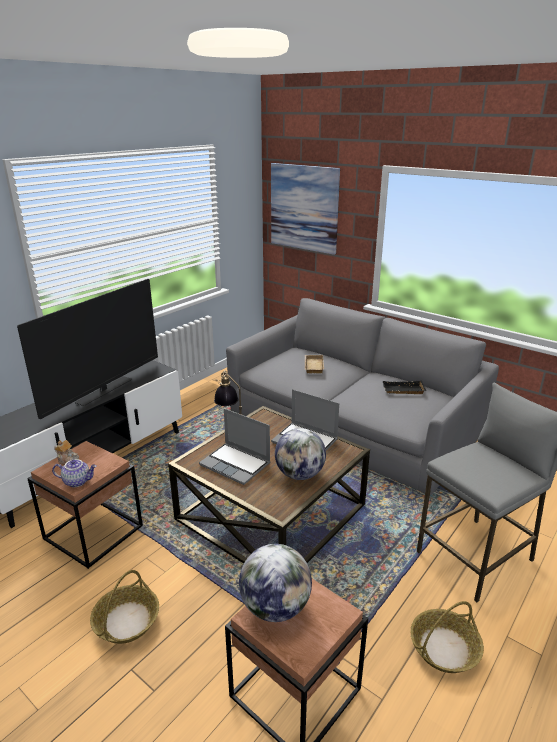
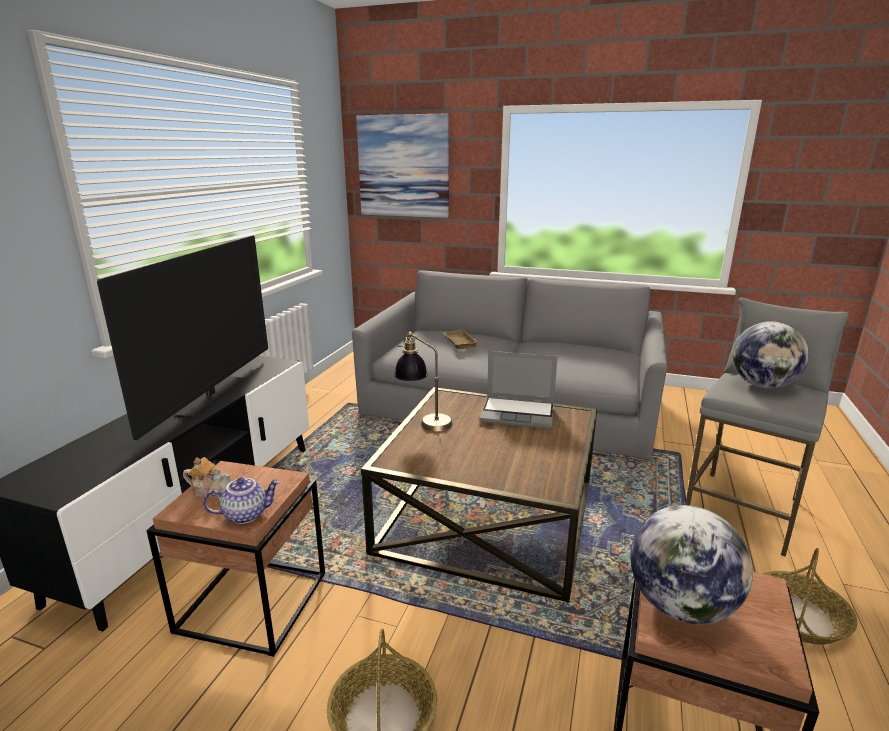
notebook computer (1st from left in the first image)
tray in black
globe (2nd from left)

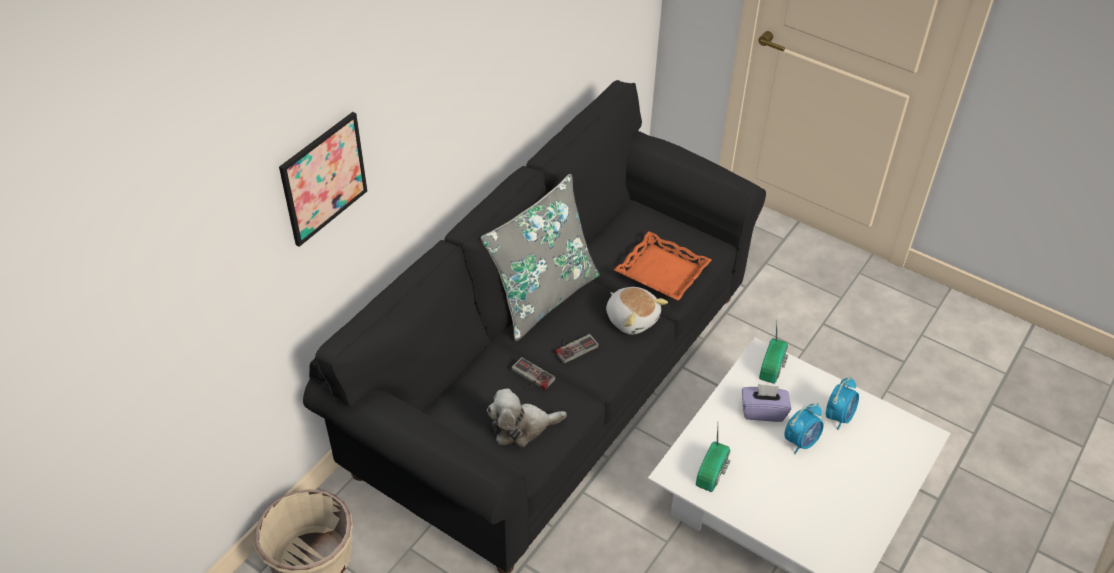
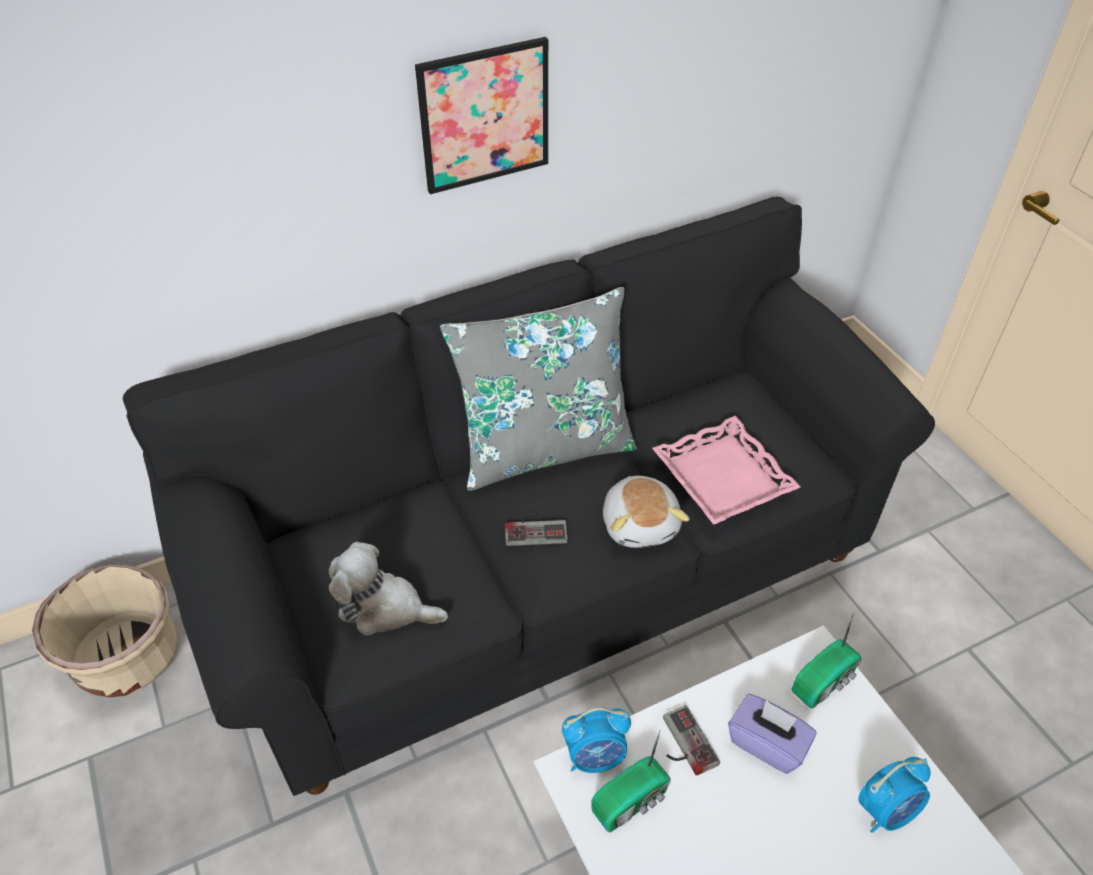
picture
game controller (2nd from left)
alarm clock (1st from left)
tray in pink

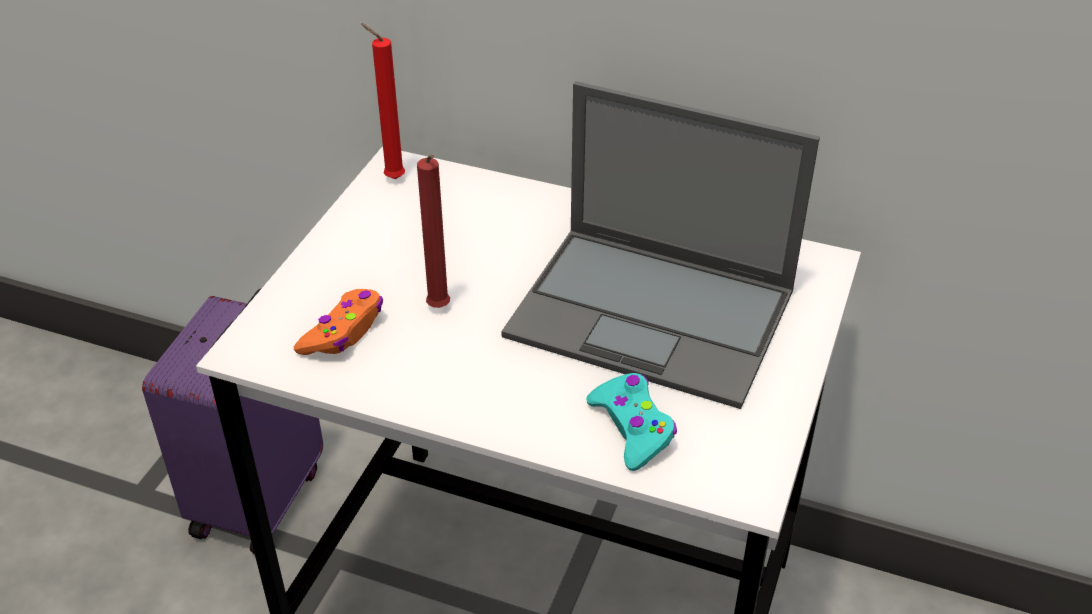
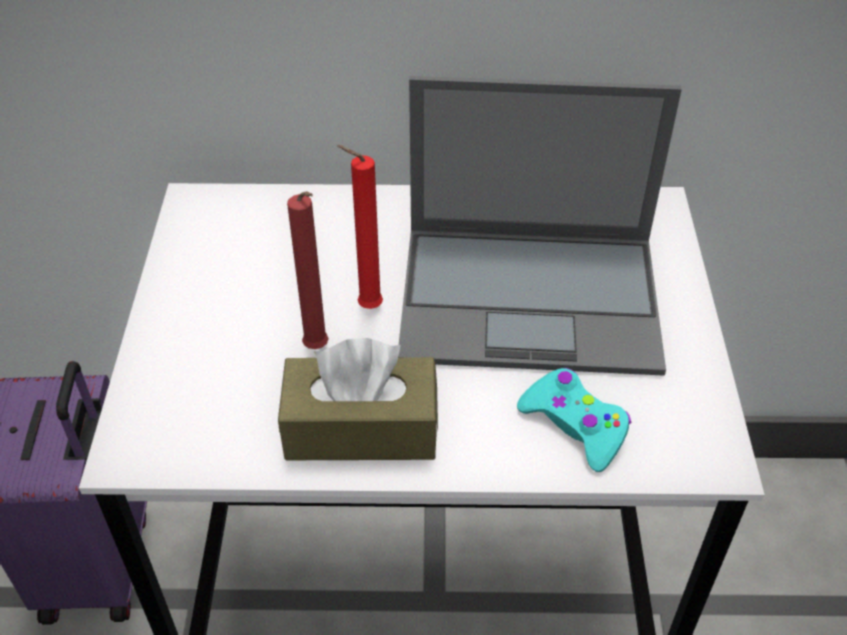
game controller in orange
tissue holder in brown-coloured
candle in red-coloured (2nd from left)

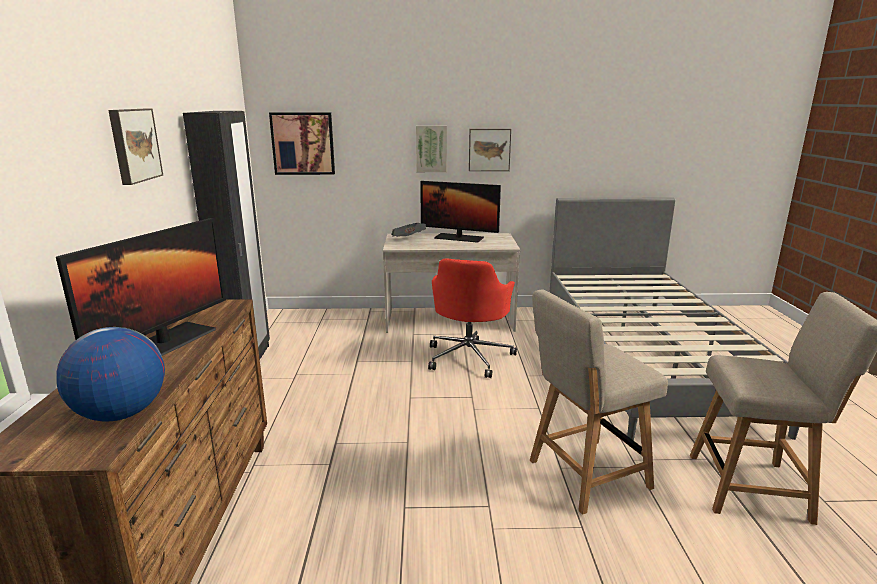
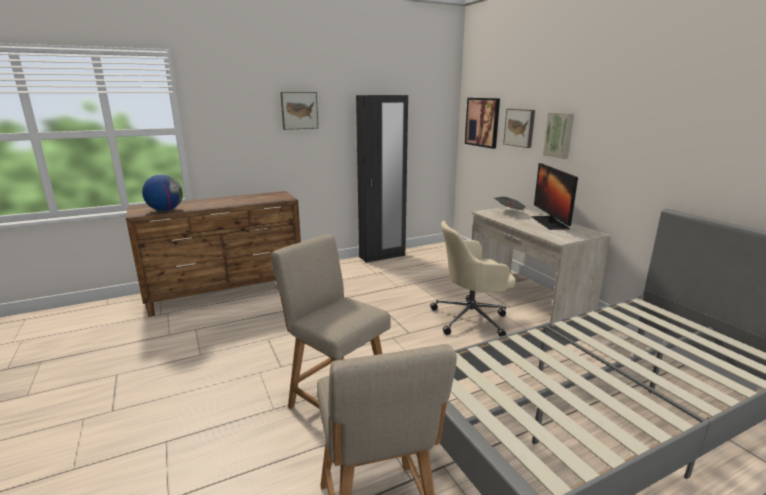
computer screen (1st from left in the first image)
picture (3rd from left)
desk chair in sand-coloured

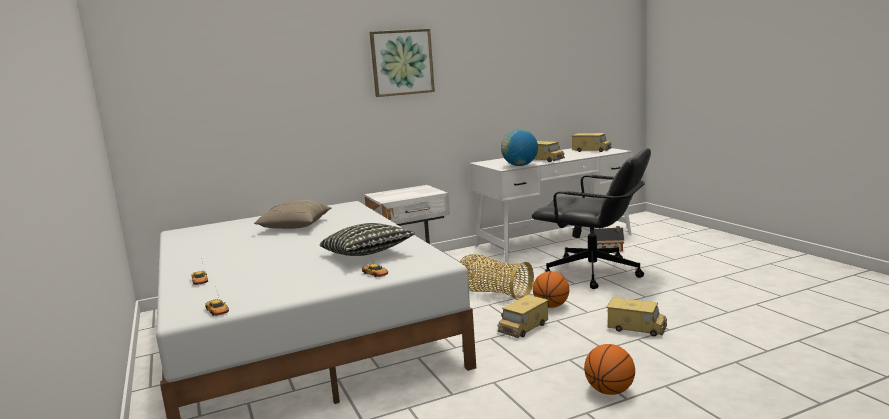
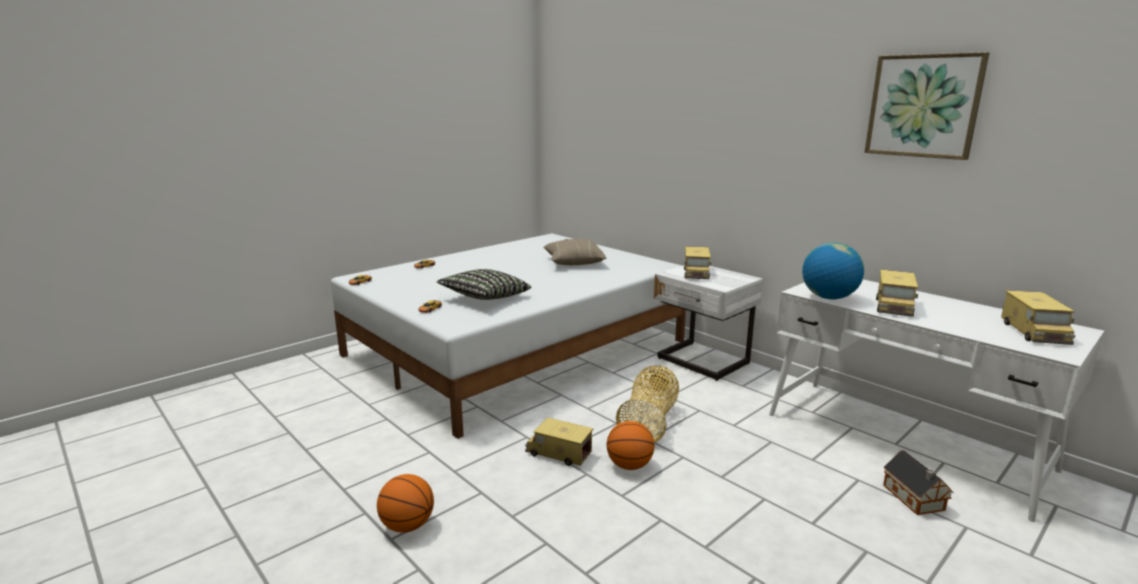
desk chair in black
picture
toy truck (2nd from left)

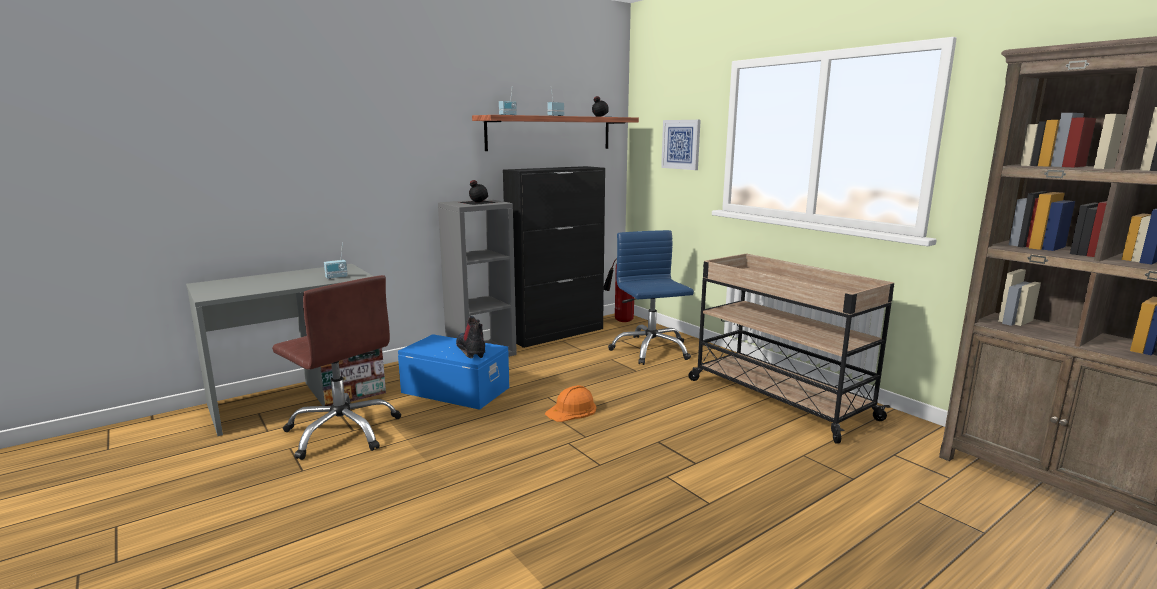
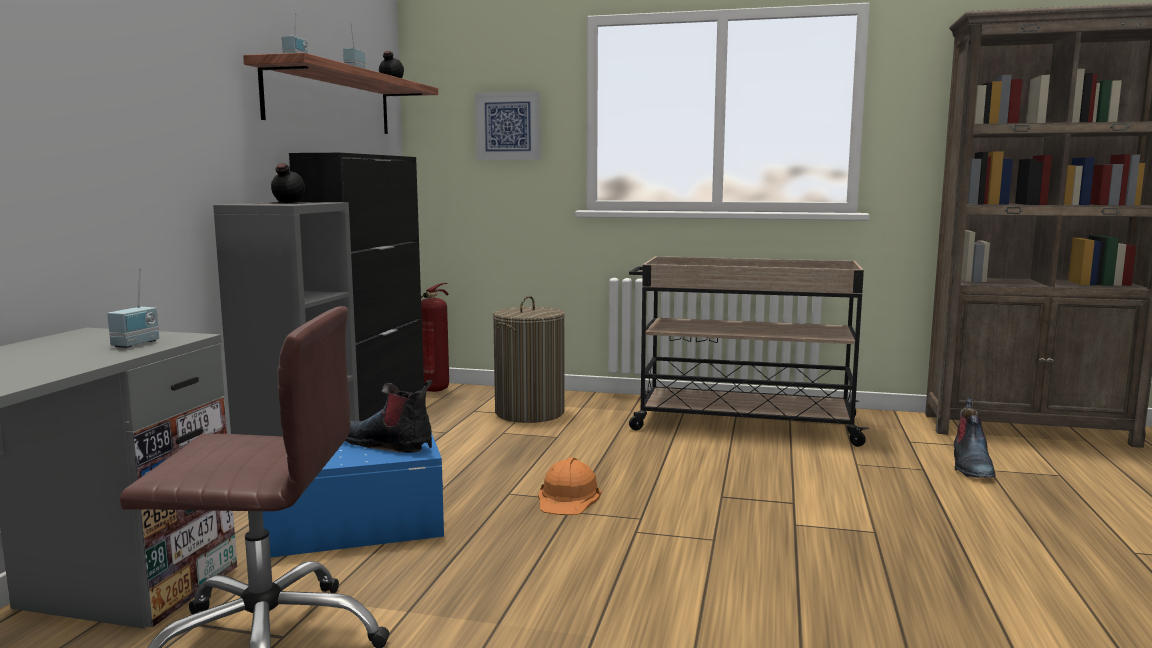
tall boot (2nd from left)
washing basket

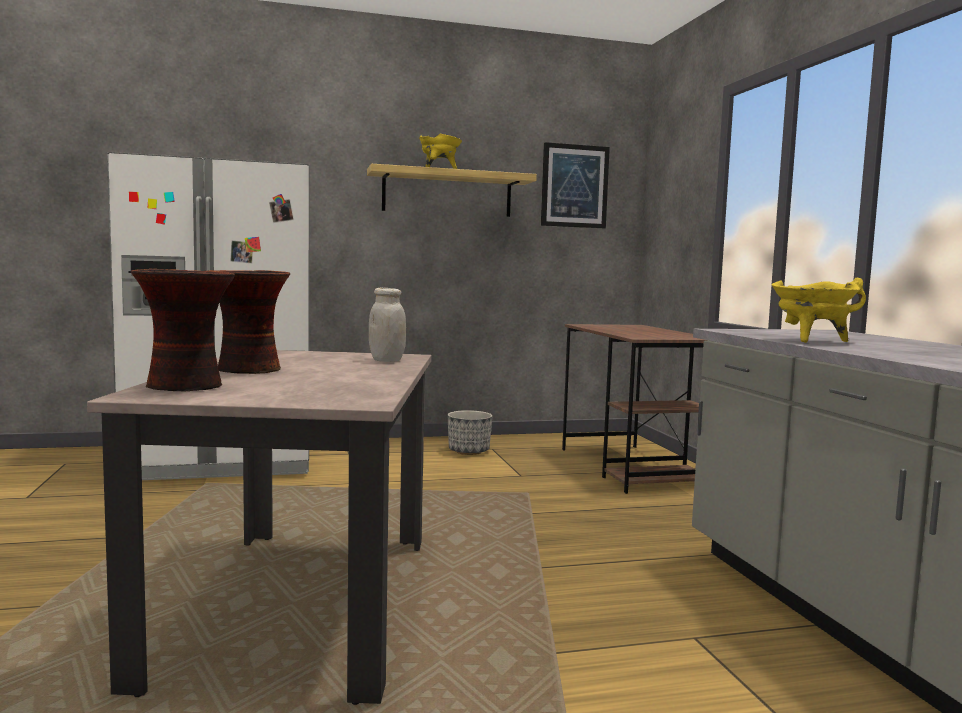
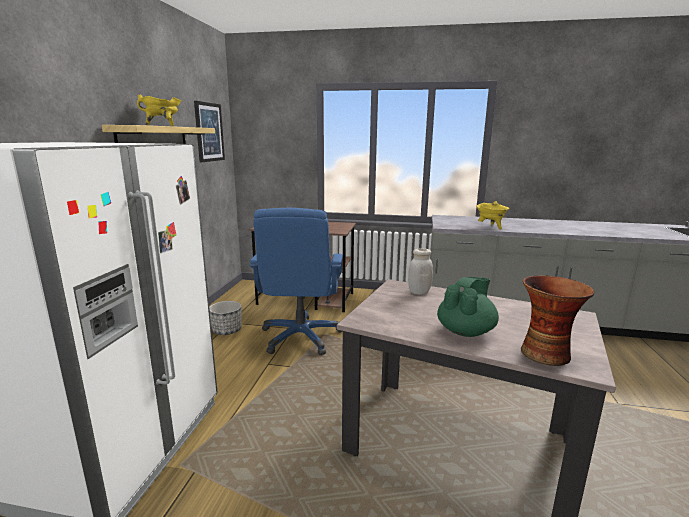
desk chair in blue
pot for tea in greenish

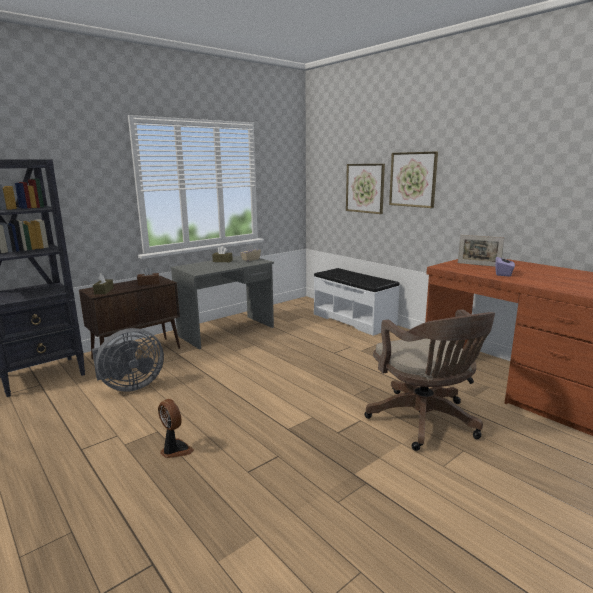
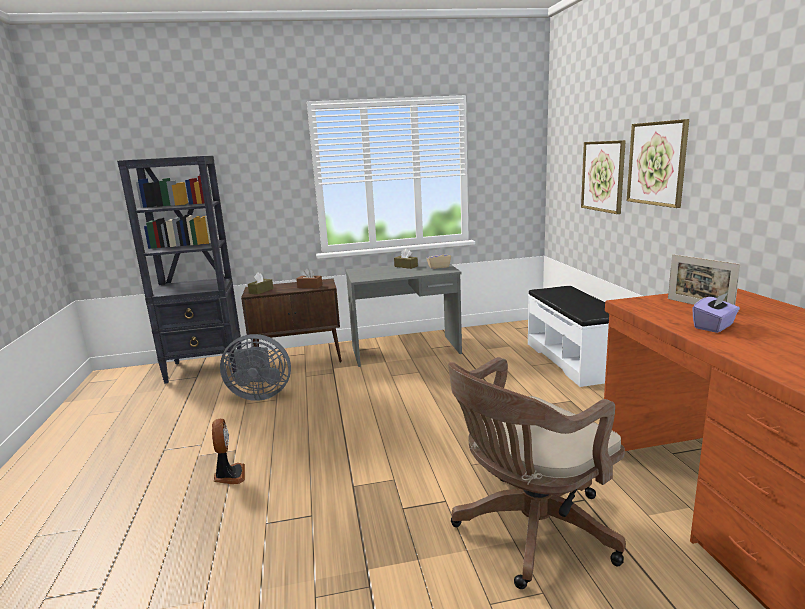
desk chair in brown-coloured

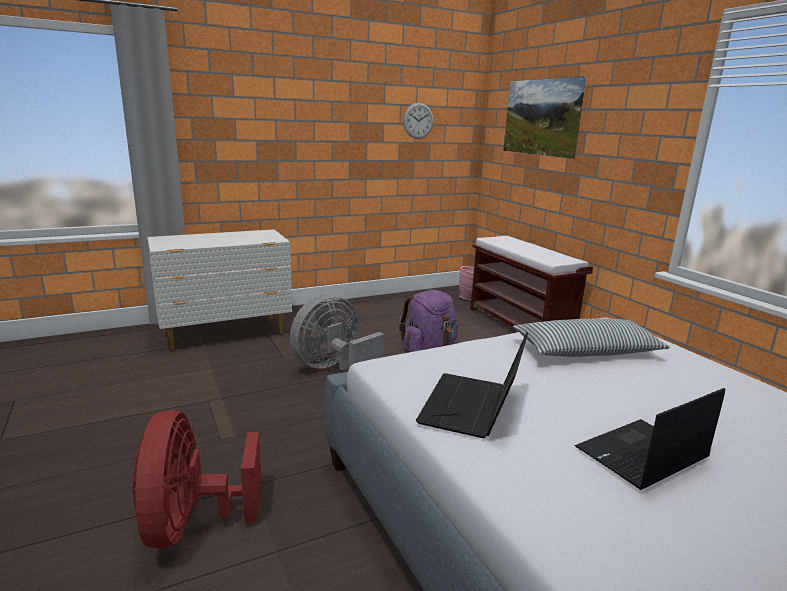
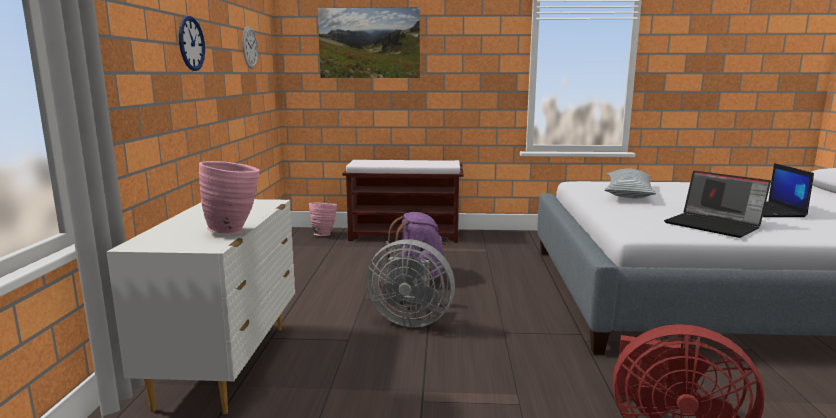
clock on the wall (1st from left)
flower vase in pink (1st from left)
electric fan in greyish

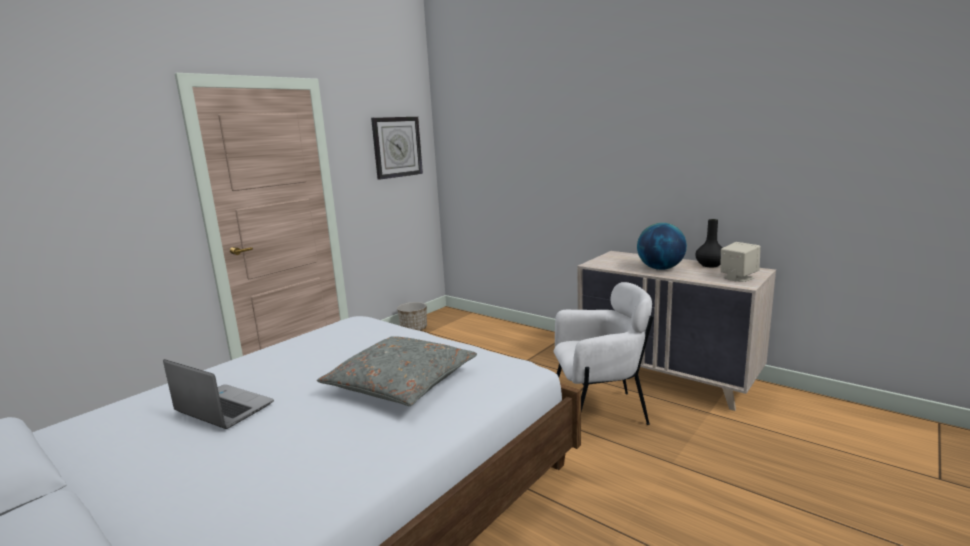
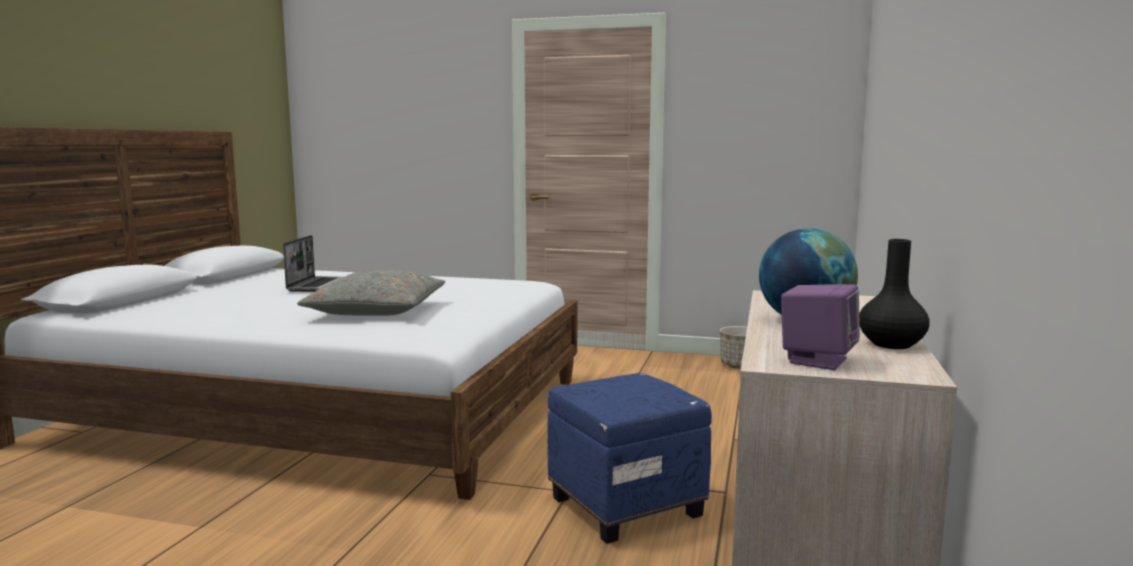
clock on the wall
pouffe in blue
speaker in purple-coloured

